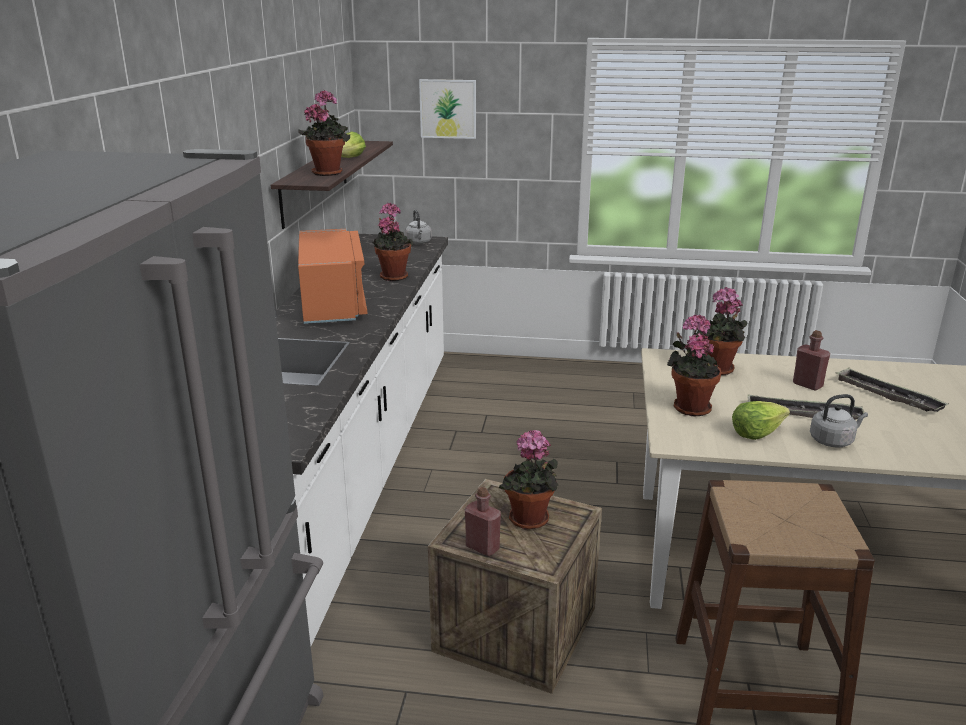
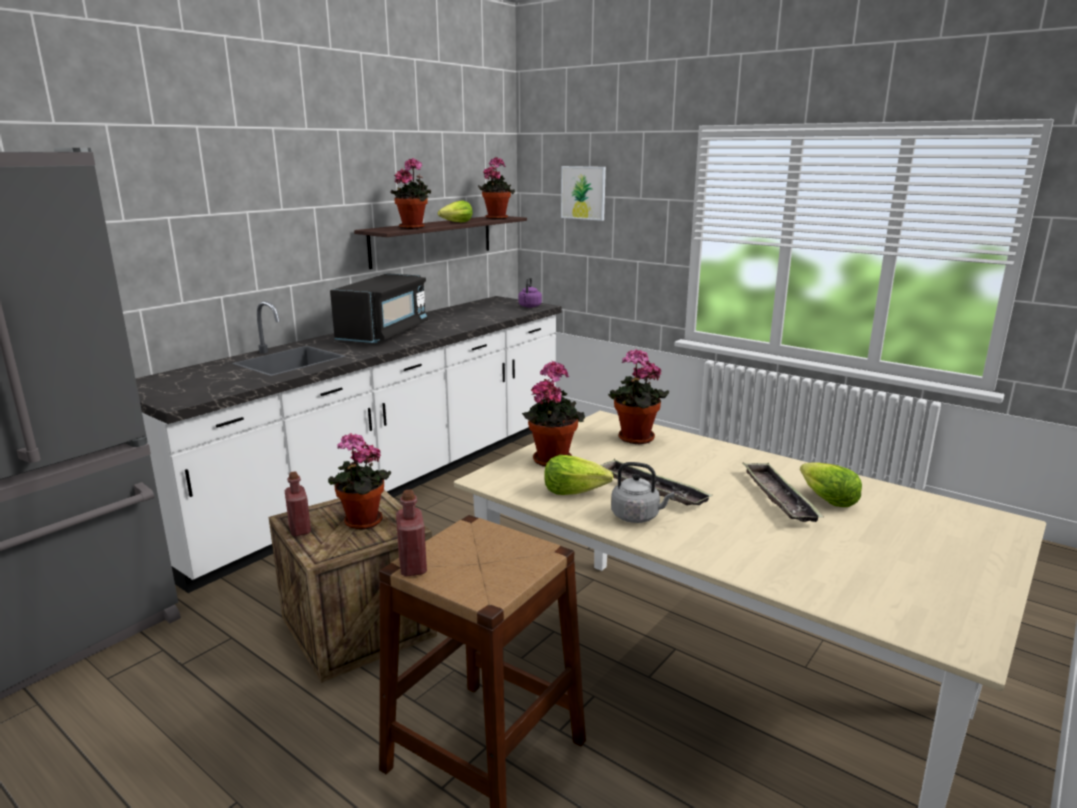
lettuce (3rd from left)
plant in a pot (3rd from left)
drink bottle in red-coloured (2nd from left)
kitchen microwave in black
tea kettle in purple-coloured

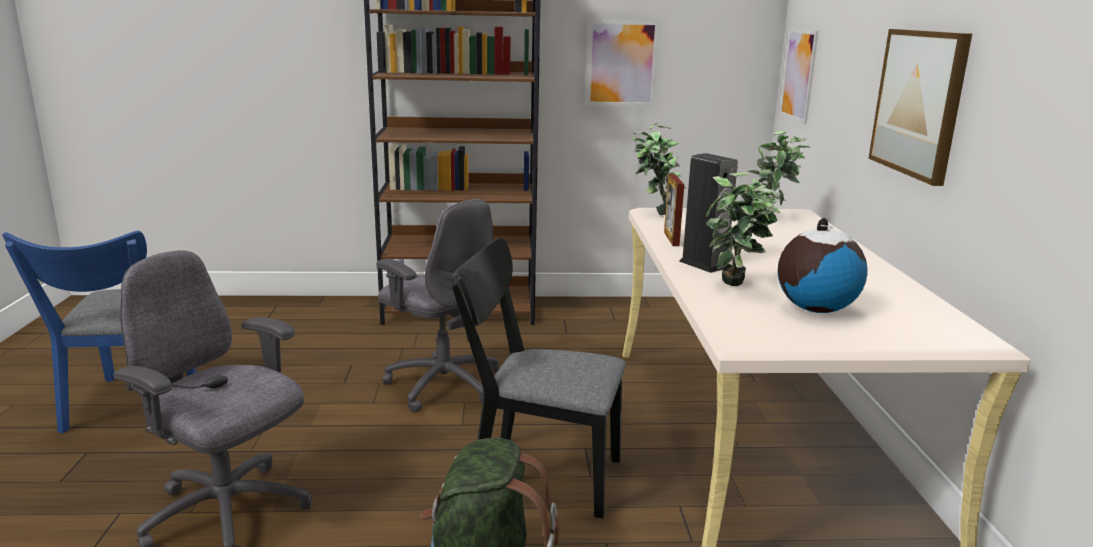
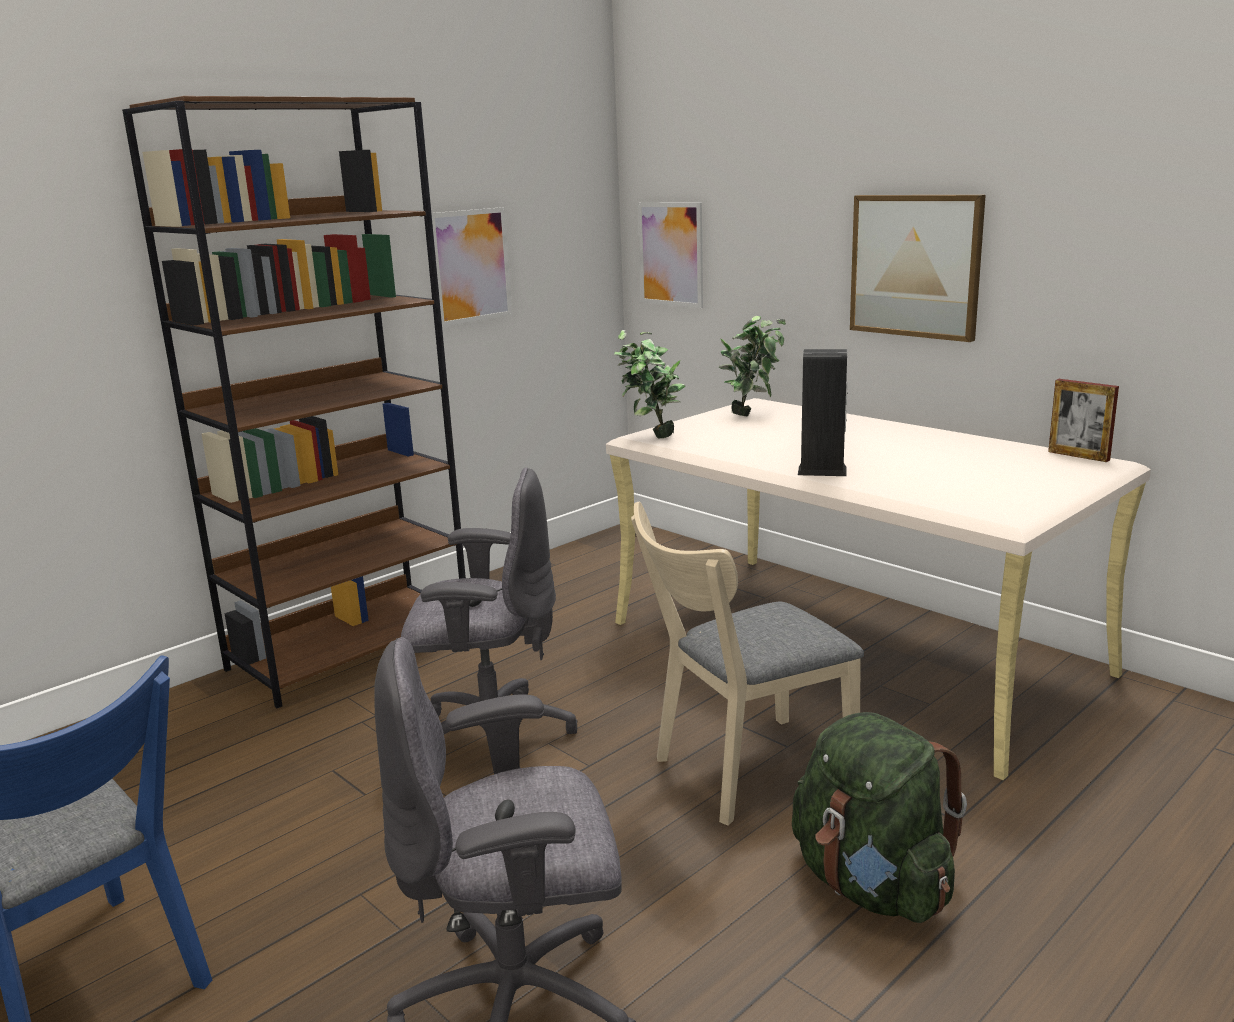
plant in a pot (2nd from left in the first image)
globe
standing frame
upright chair in sand-coloured

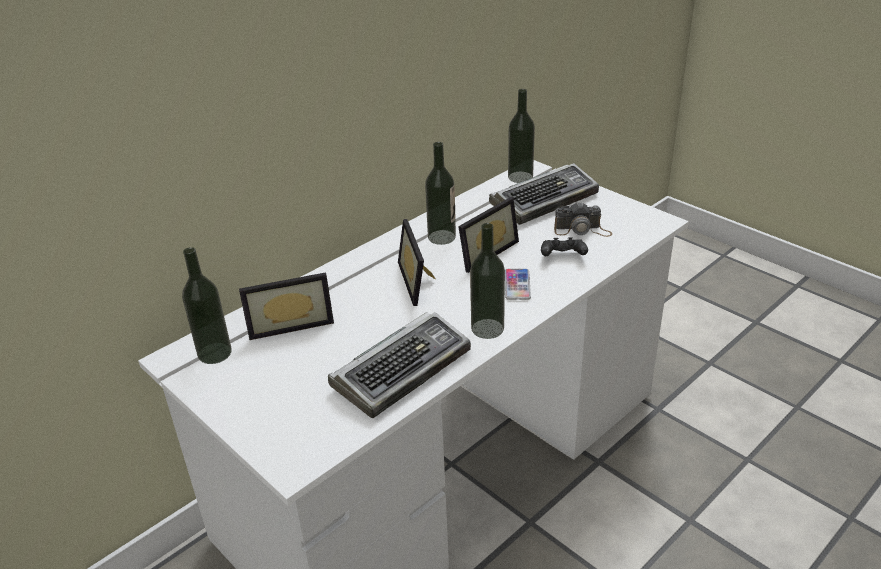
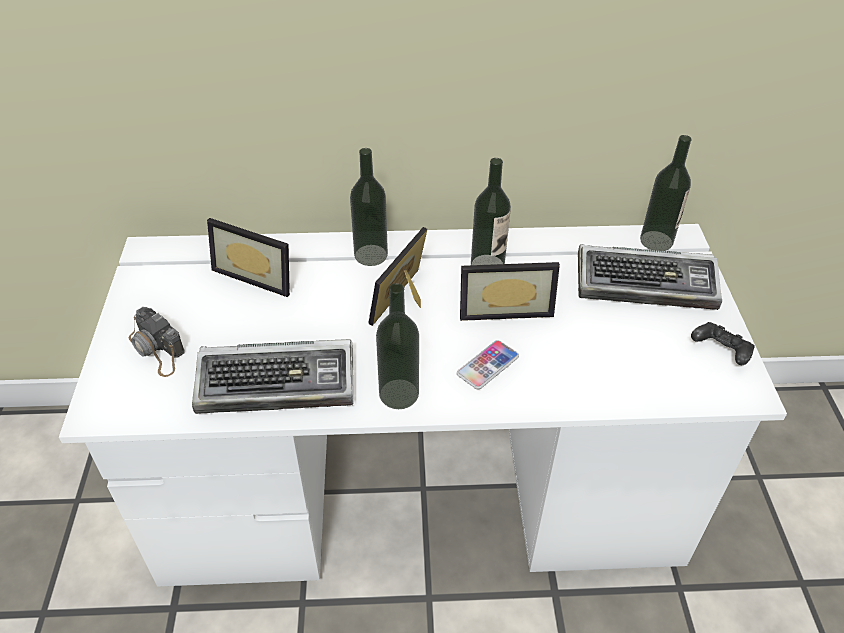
drink bottle (1st from left)
game controller in black
photo camera

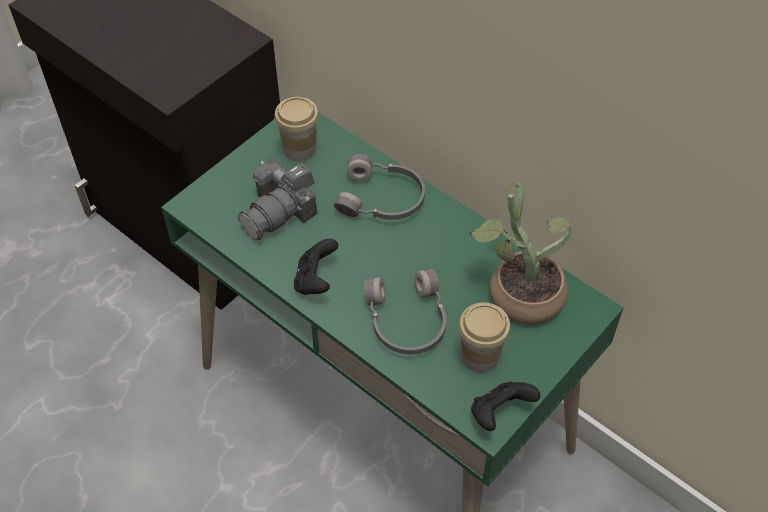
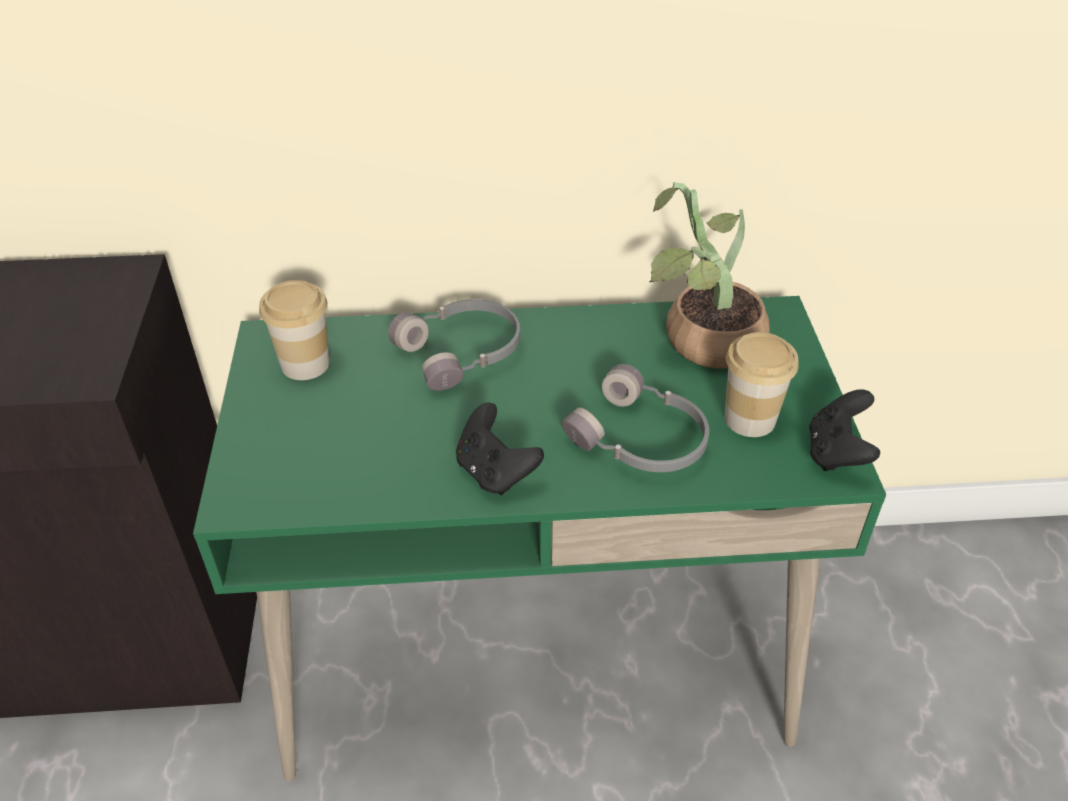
photo camera

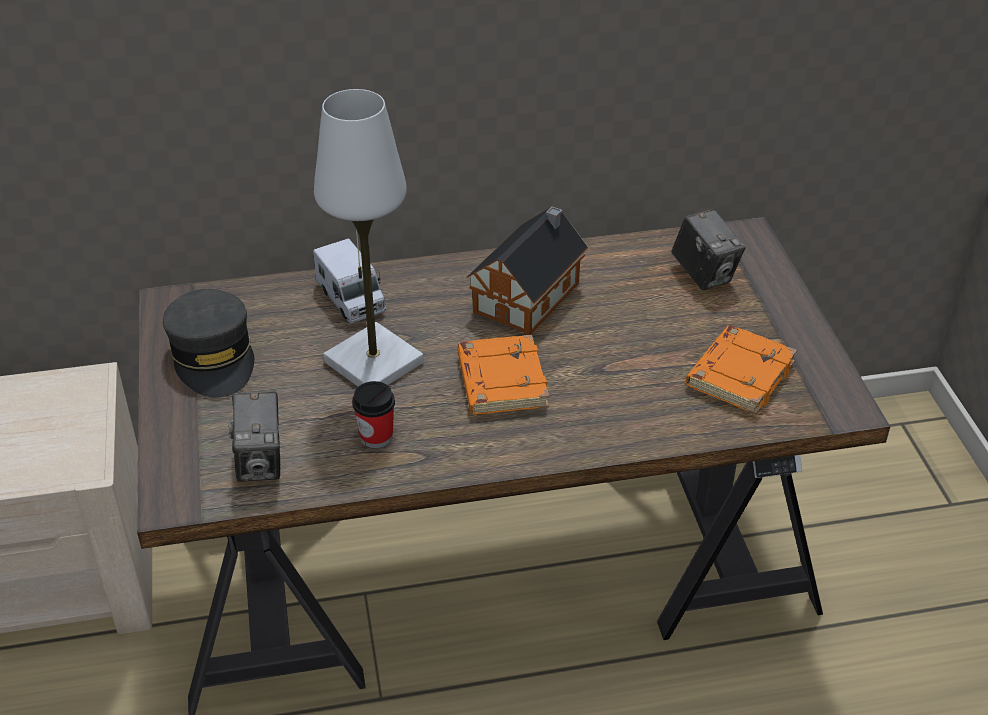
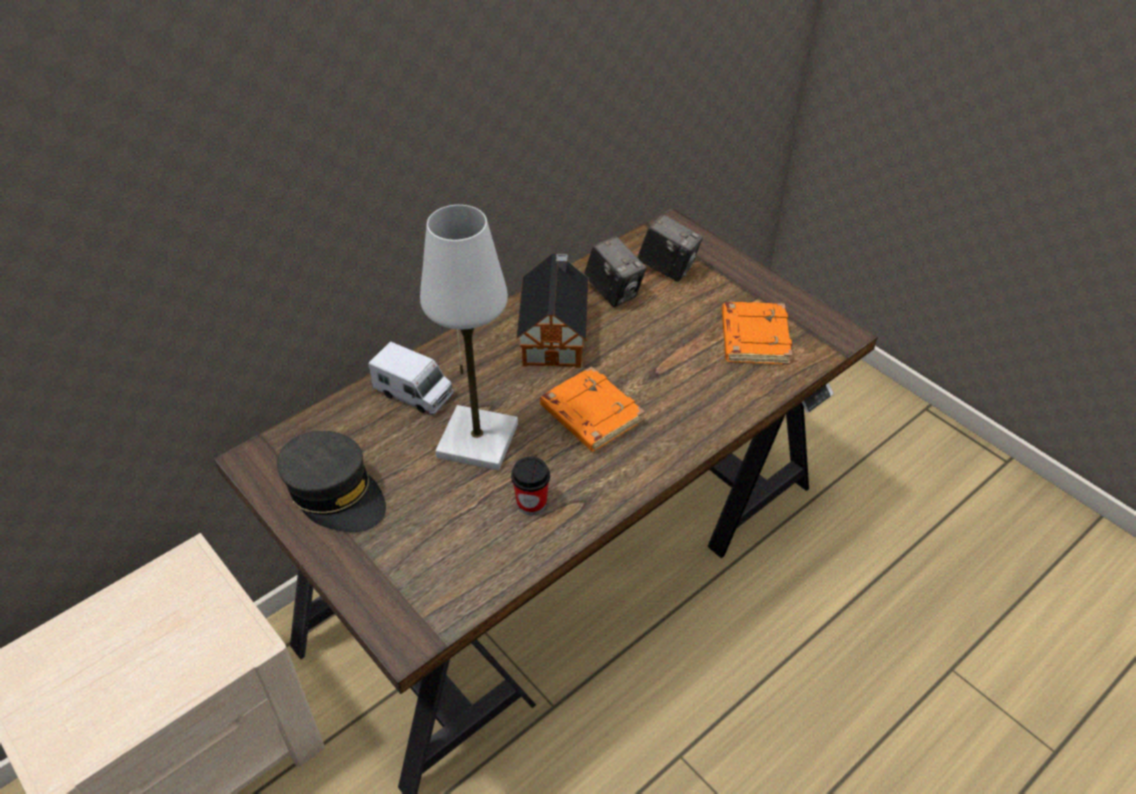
photo camera (1st from left)

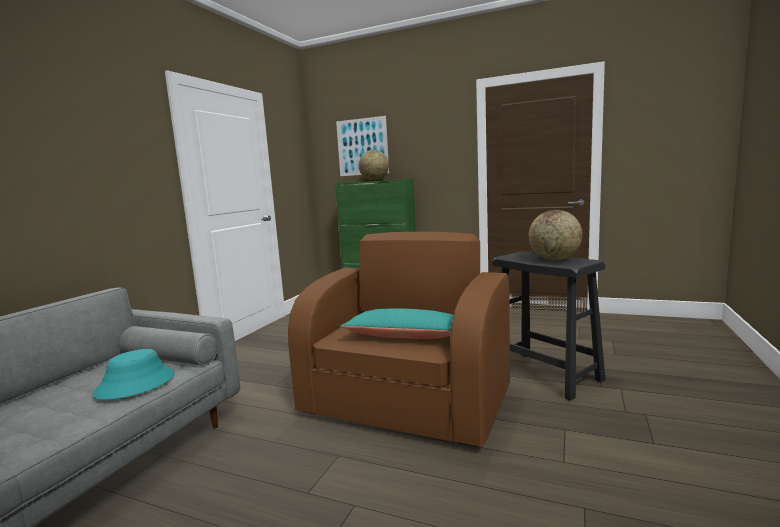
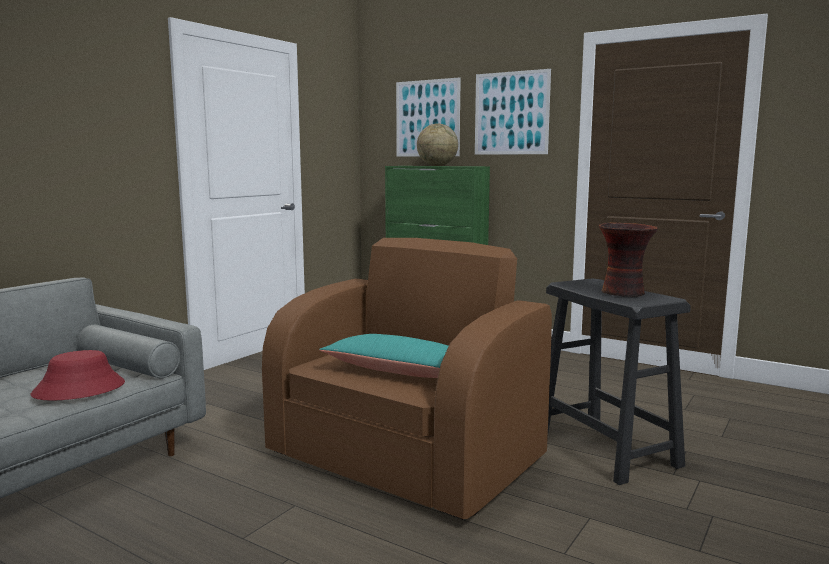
picture (2nd from left)
flower vase
clothing hat in red-coloured

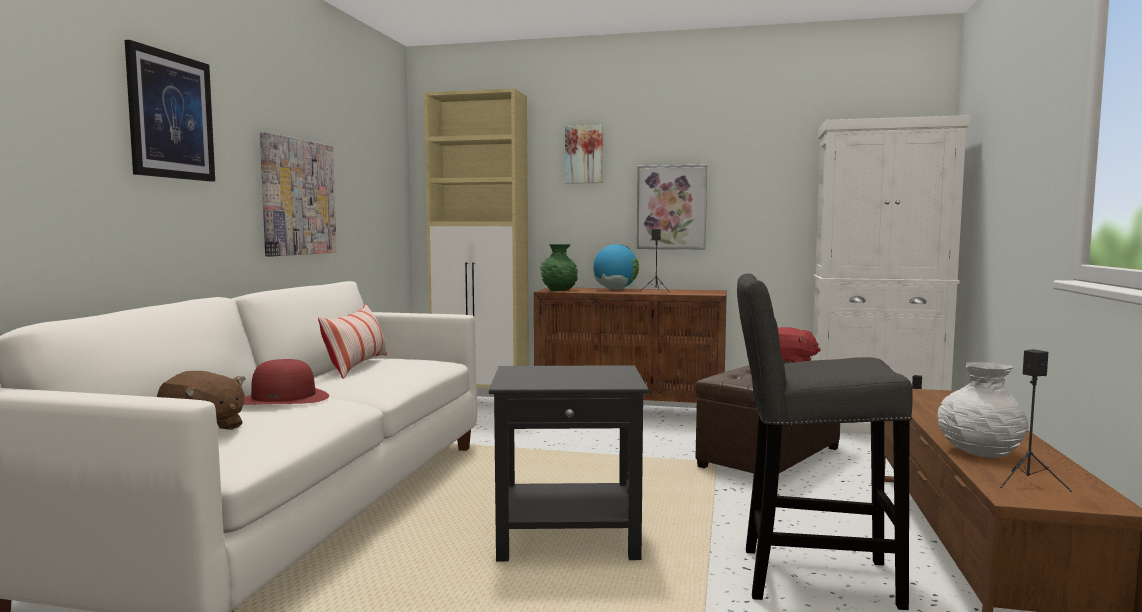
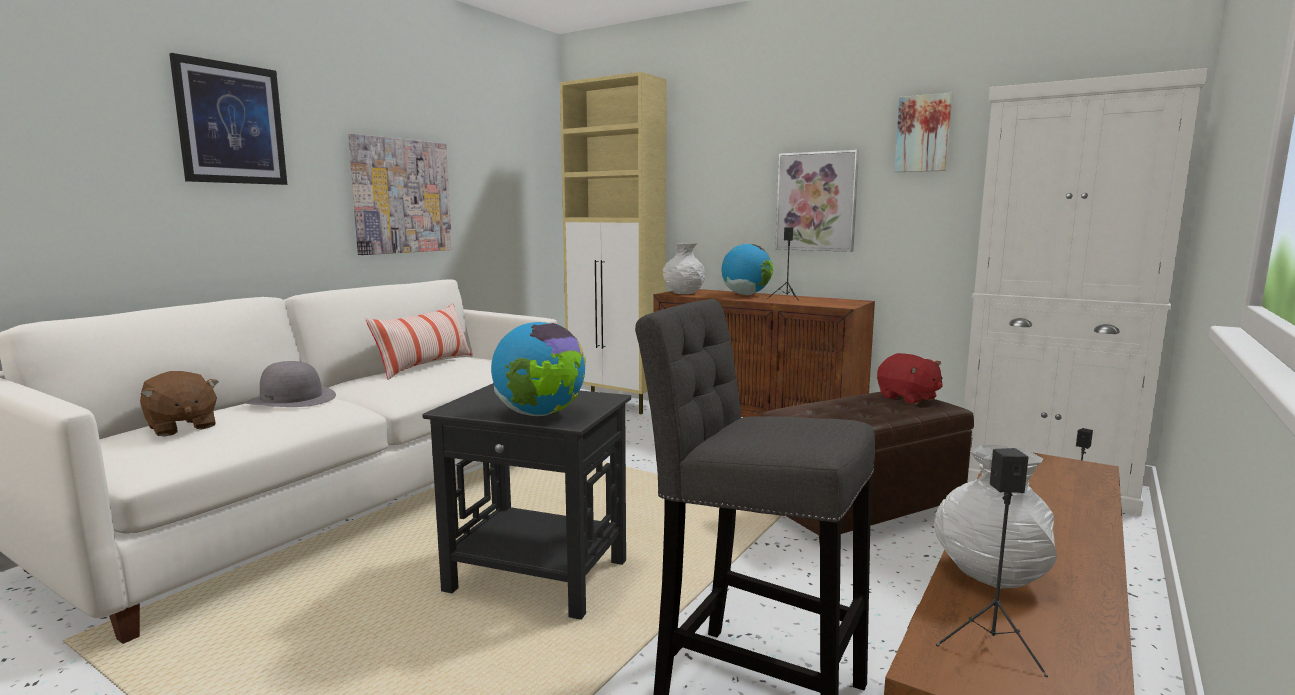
globe (1st from left)
picture (4th from left)
clothing hat in greyish
flower vase in white (1st from left)

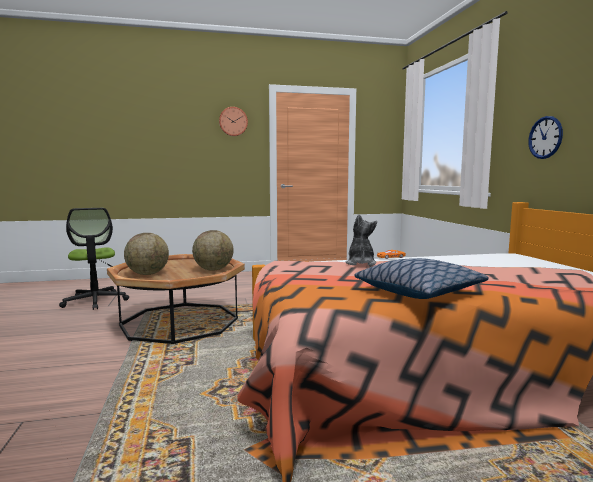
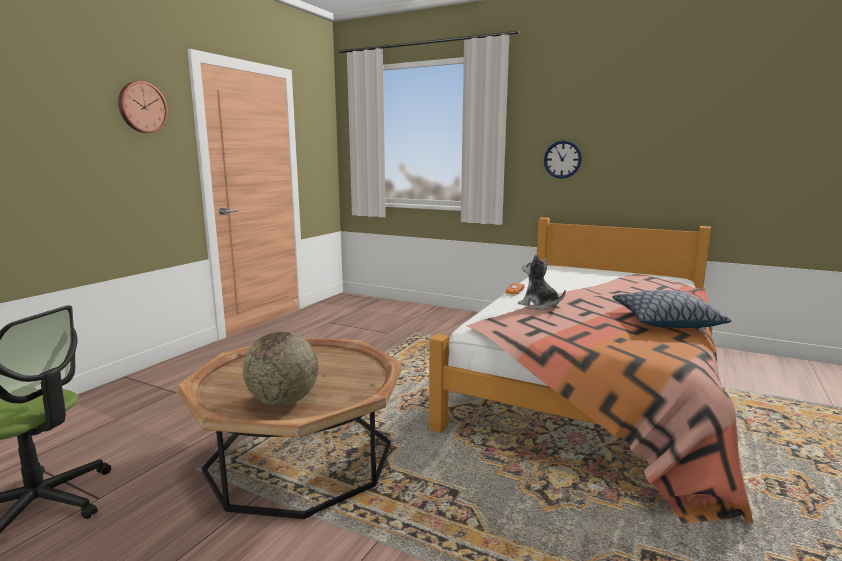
globe (2nd from left in the first image)

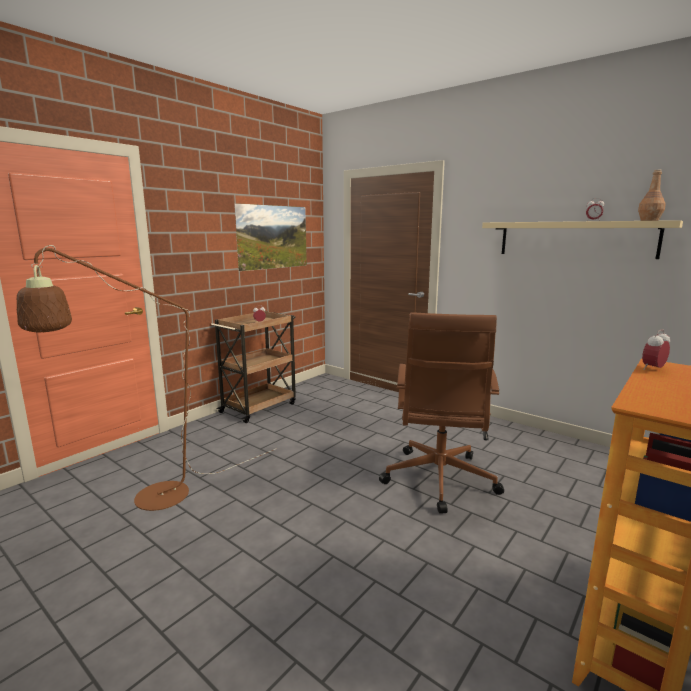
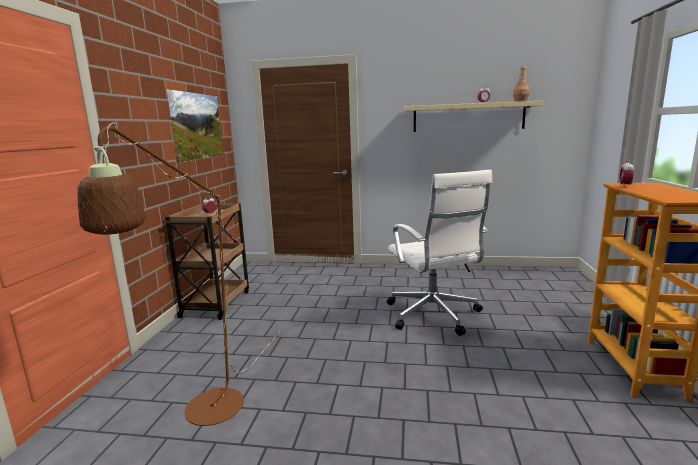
desk chair in white

